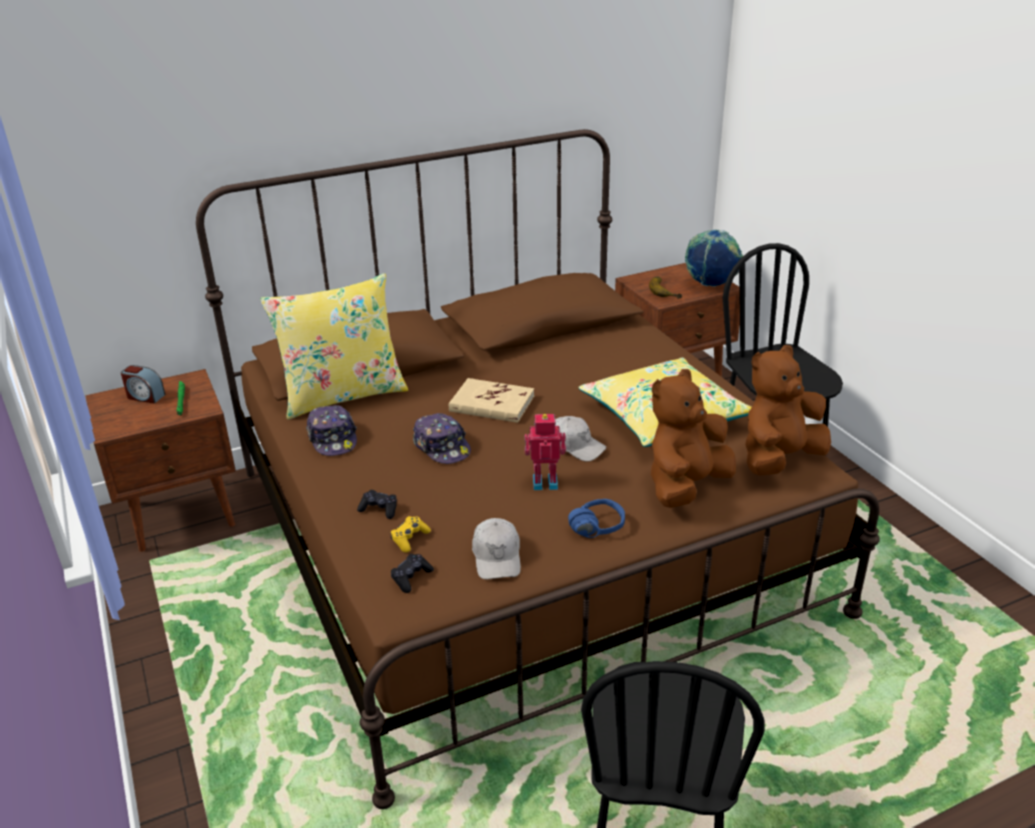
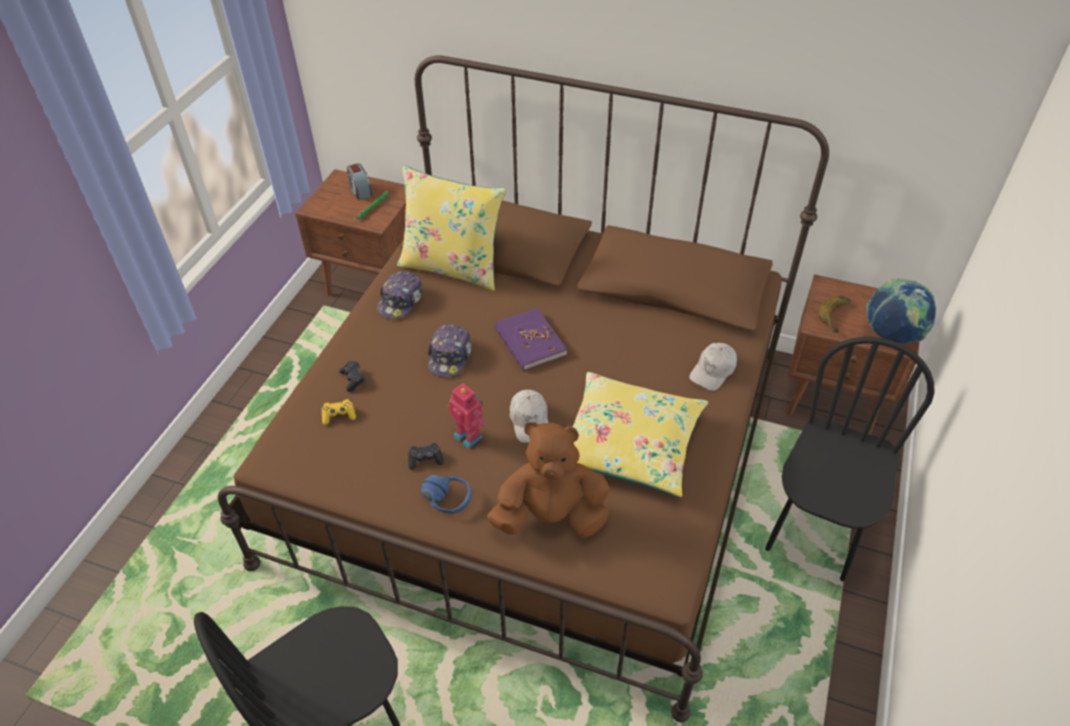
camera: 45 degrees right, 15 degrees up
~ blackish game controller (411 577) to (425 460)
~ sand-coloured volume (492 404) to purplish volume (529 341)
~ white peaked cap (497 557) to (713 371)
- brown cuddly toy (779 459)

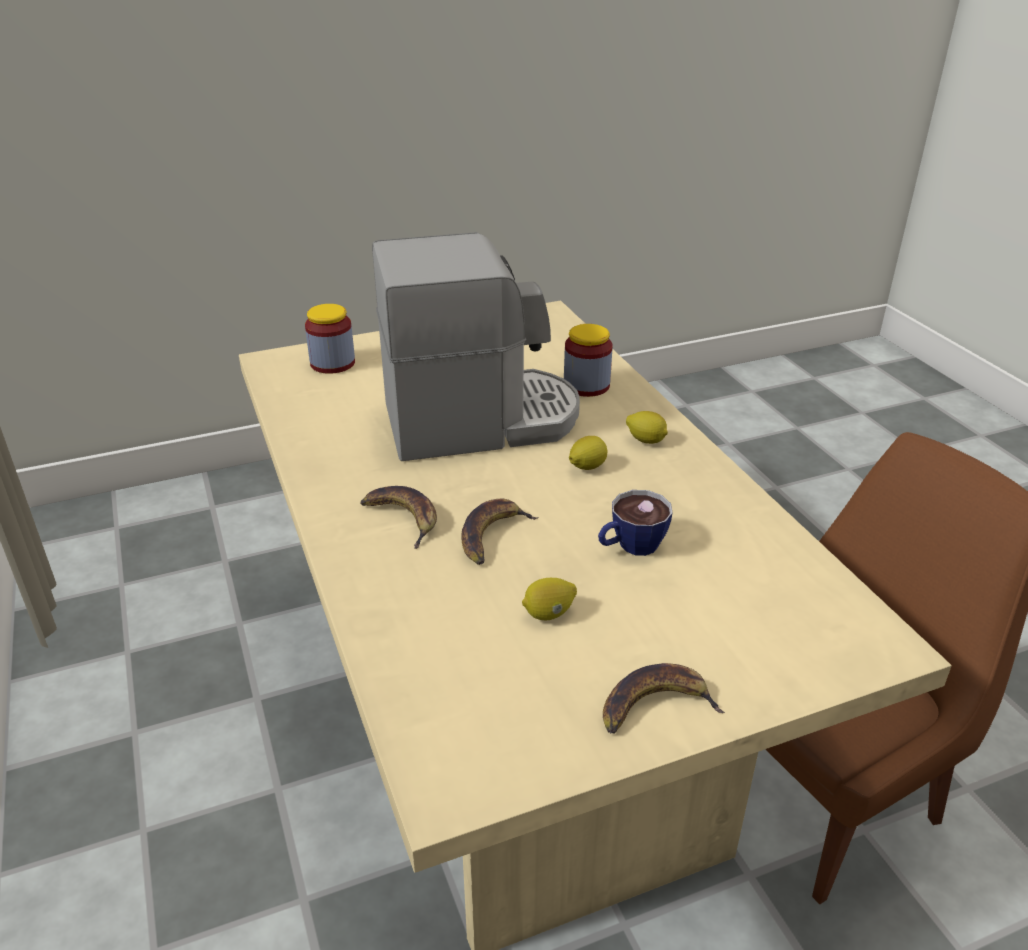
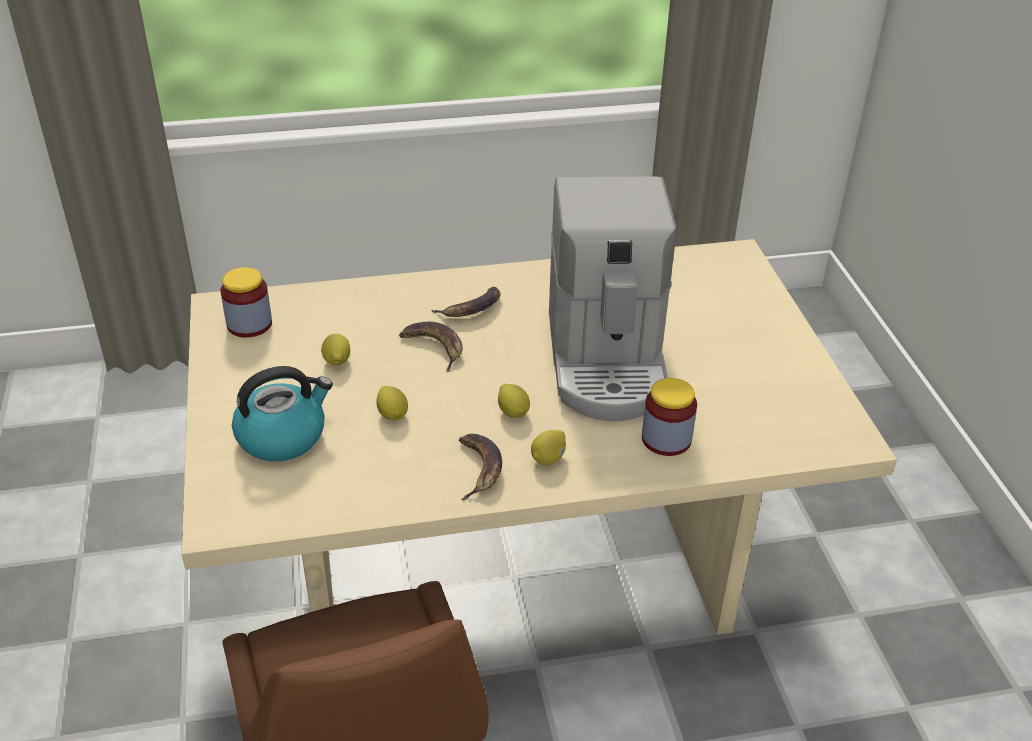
camera: 100 degrees right, 5 degrees up
~ jar (332 363) to (249 324)
~ cup (630 547) to whole lemon (392 414)
~ banana (655 705) to (479 469)
+ kettle (283 436)

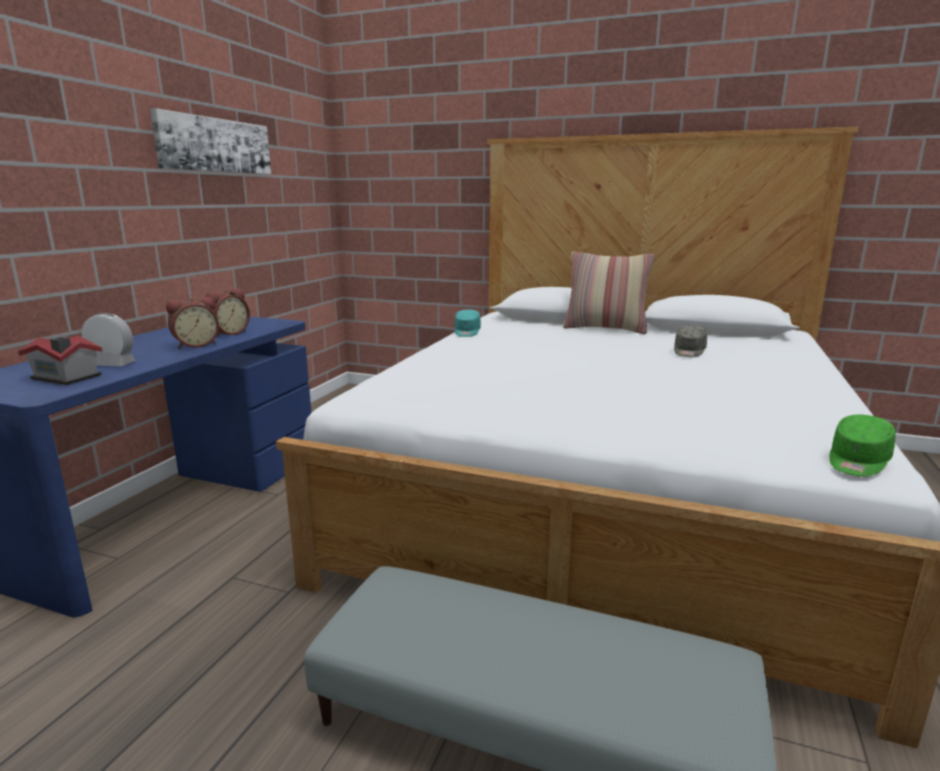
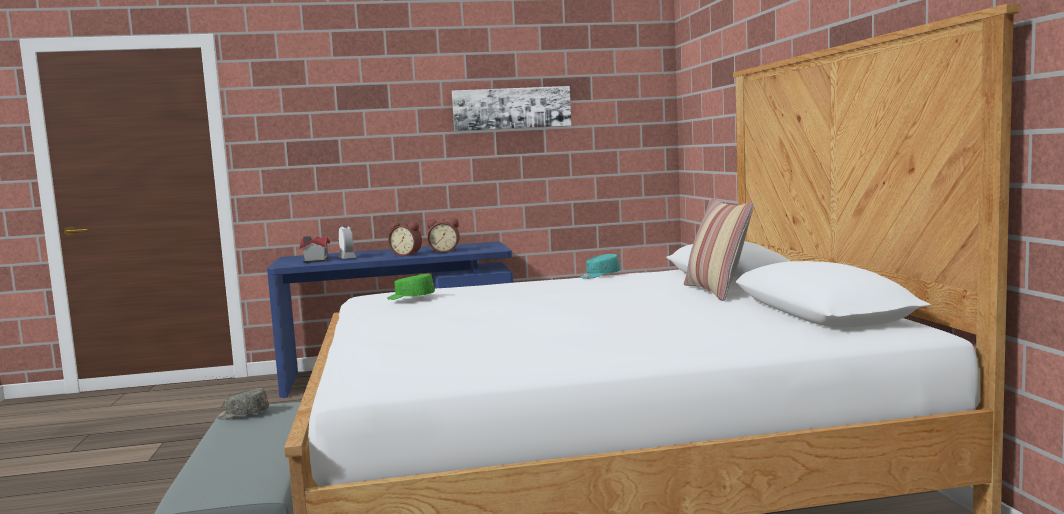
camera: 60 degrees right, 10 degrees down
~ greyish peaked cap (689 351) to (243 415)
~ green peaked cap (857 461) to (410 297)

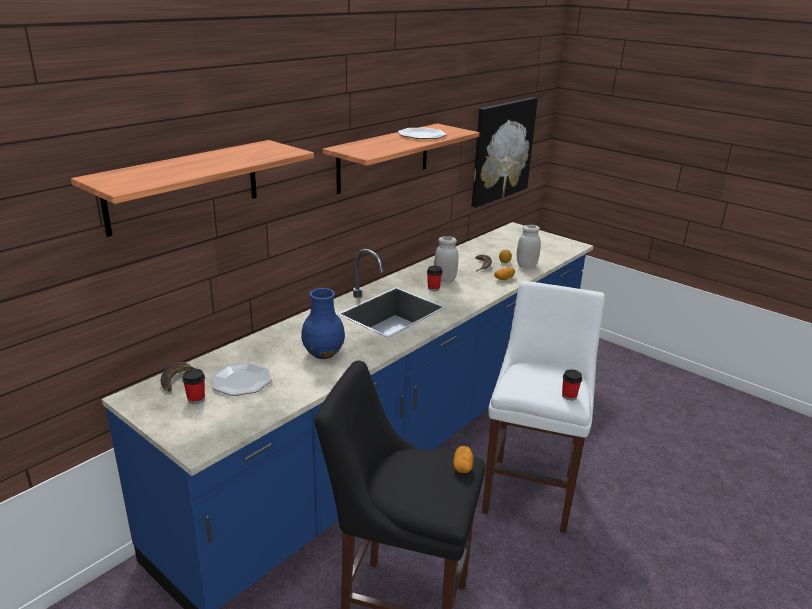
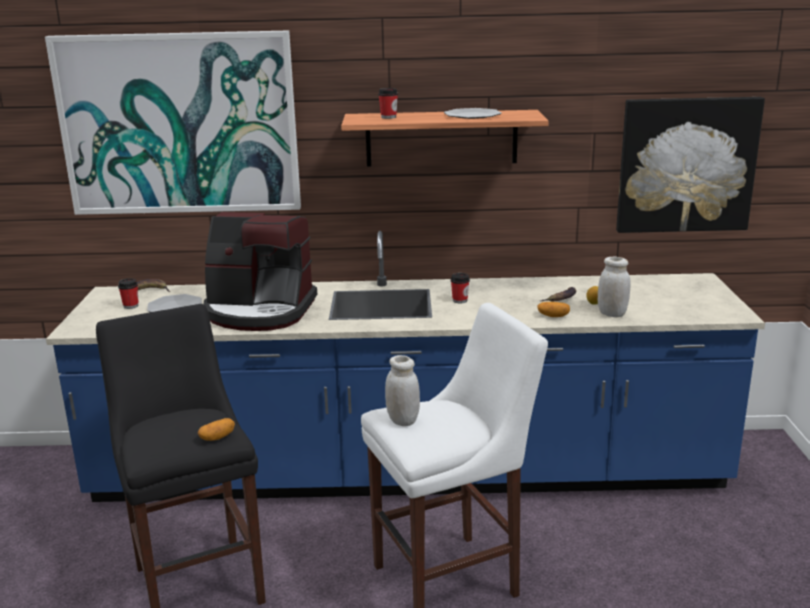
camera: 50 degrees right, 5 degrees down
~ bracket shelf (184 186) to wall art (180 124)
~ bluish decorative vase (323 353) to coffee machine (260 311)
~ white jar (445 279) to (403 420)
~ cup (569 396) to (388 117)

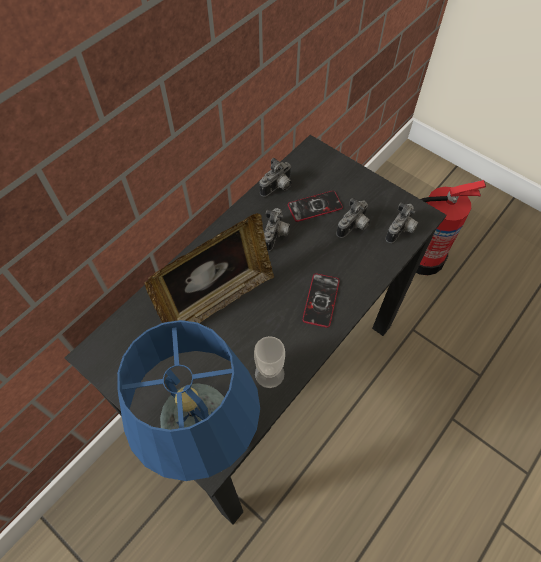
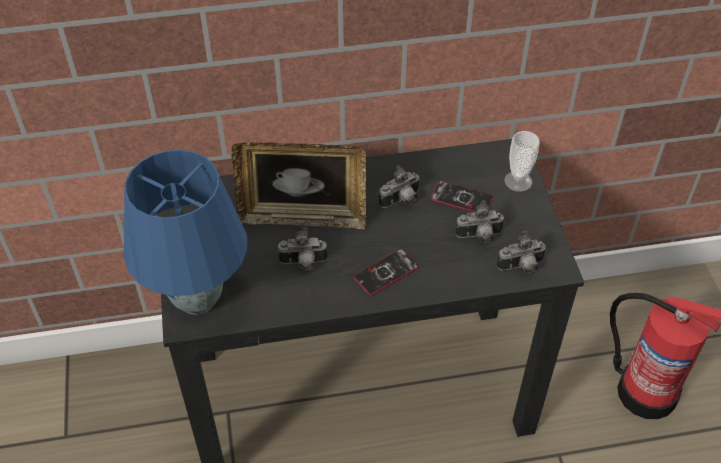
camera: 40 degrees right, 10 degrees down
~ cup (269 374) to (518 181)
~ still camera (278 188) to (303 263)

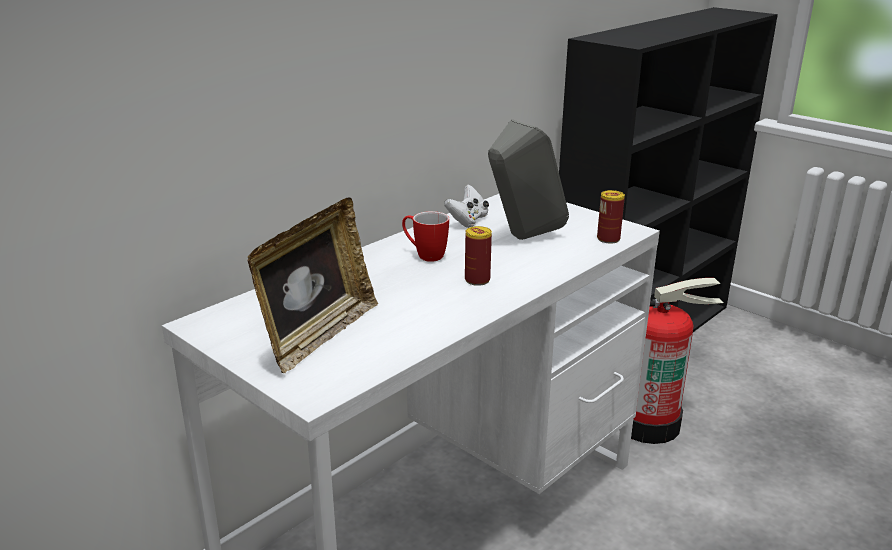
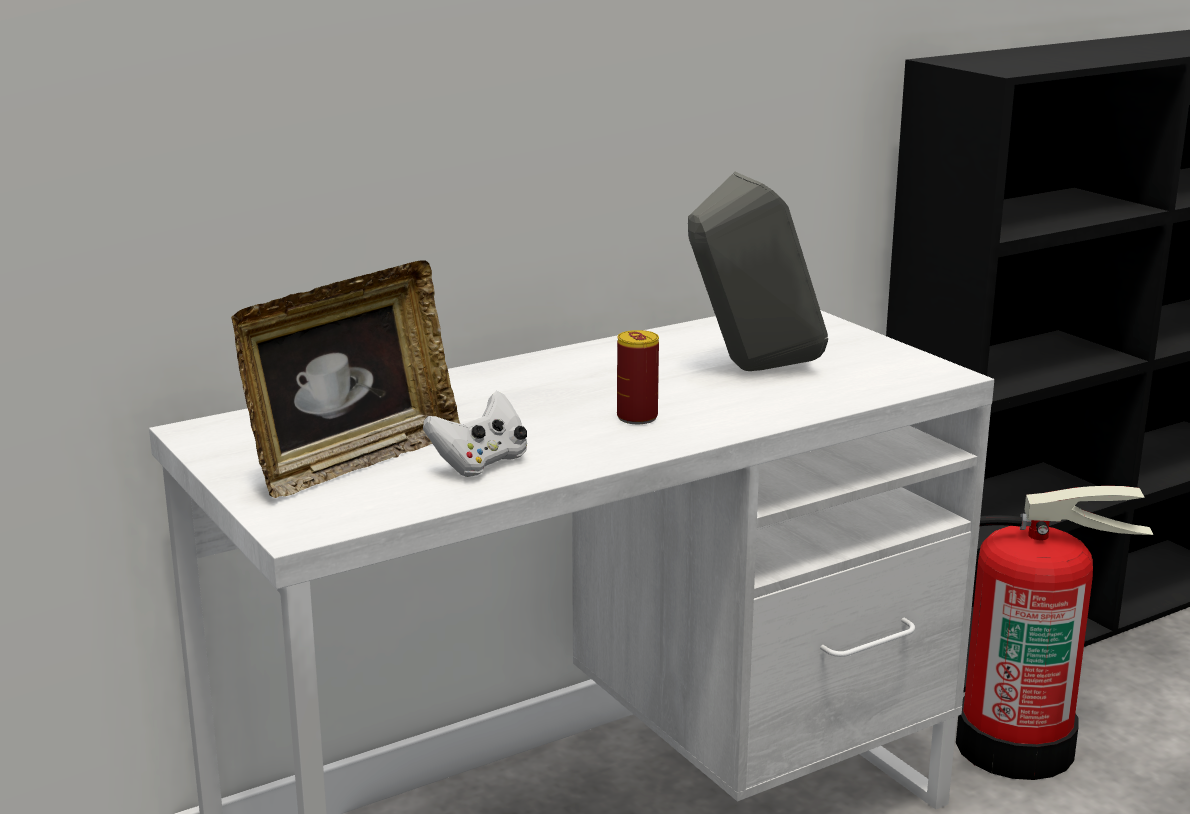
camera: 15 degrees right, 5 degrees down
- coffee mug (424 255)
~ white game controller (467 221) to (480 463)
- metal can (608 239)

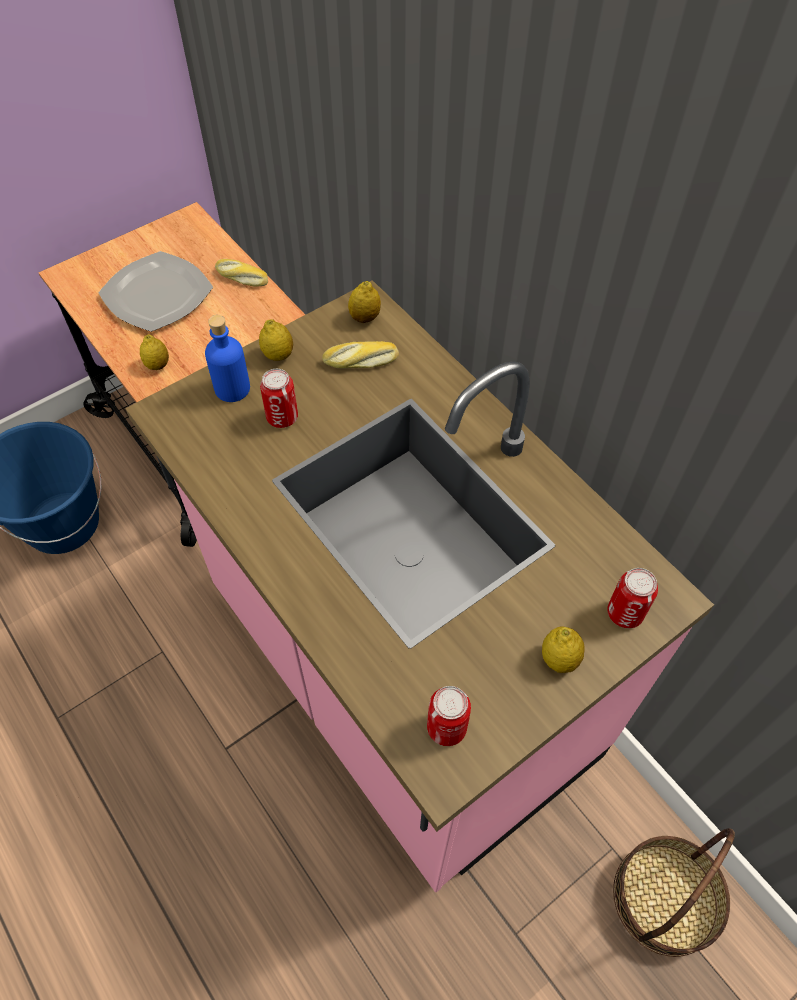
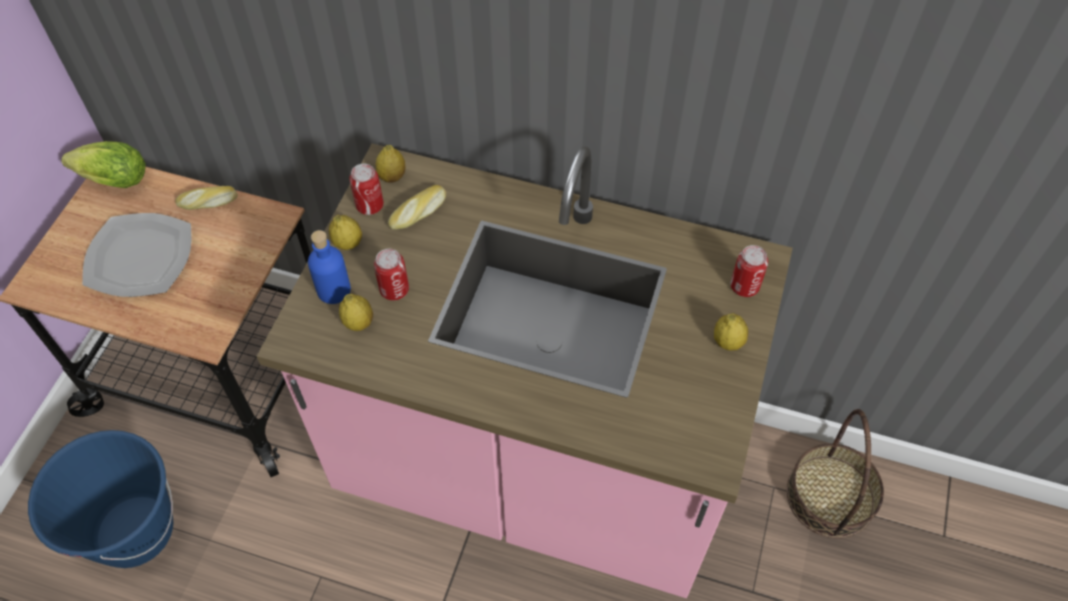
camera: 35 degrees left, 0 degrees up
~ whole lemon (157 365) to (358 323)
~ metal can (446 727) to (370 205)
+ head of lettuce (110 180)

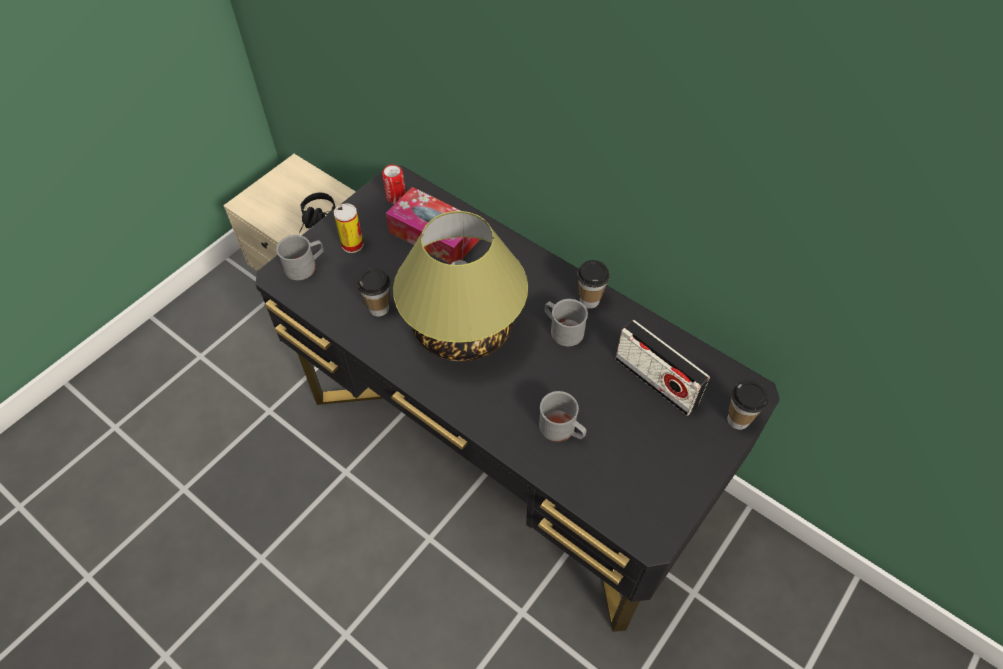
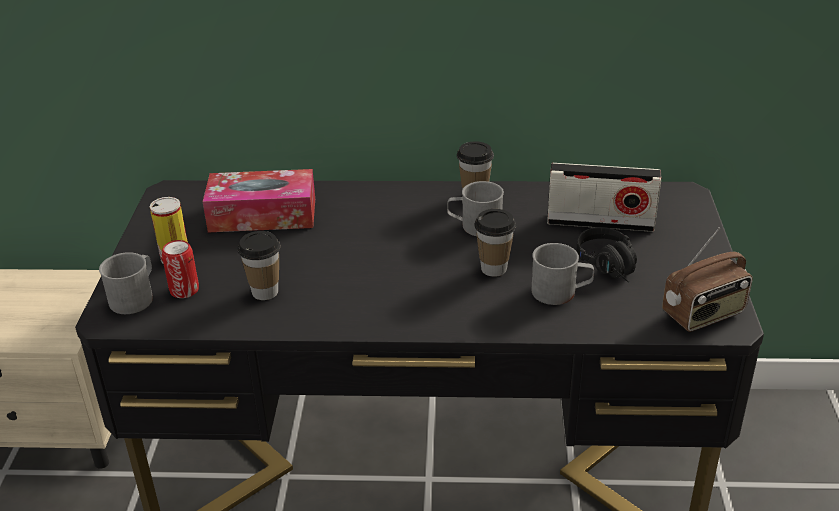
camera: 35 degrees left, 20 degrees down
~ blackish headphones (316 221) to (611 267)
~ metal can (396 197) to (184 290)
- table lamp (463 330)
~ cup (738 420) to (494 269)
+ radio (704 315)

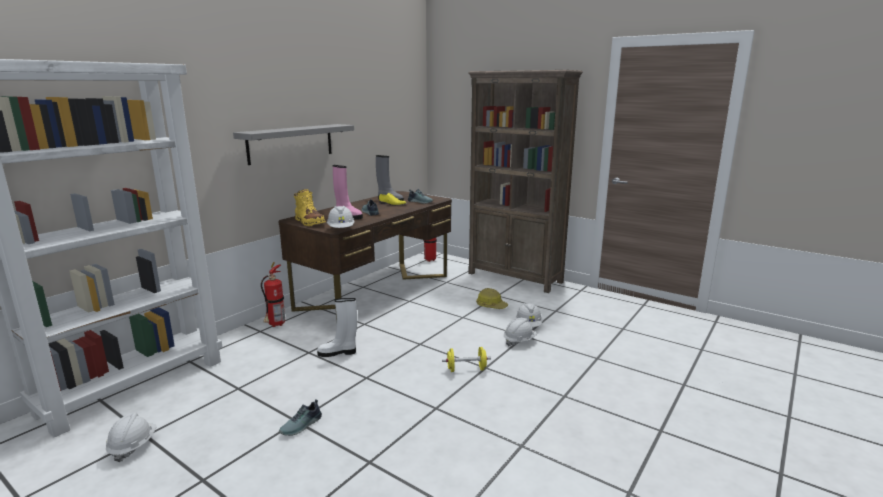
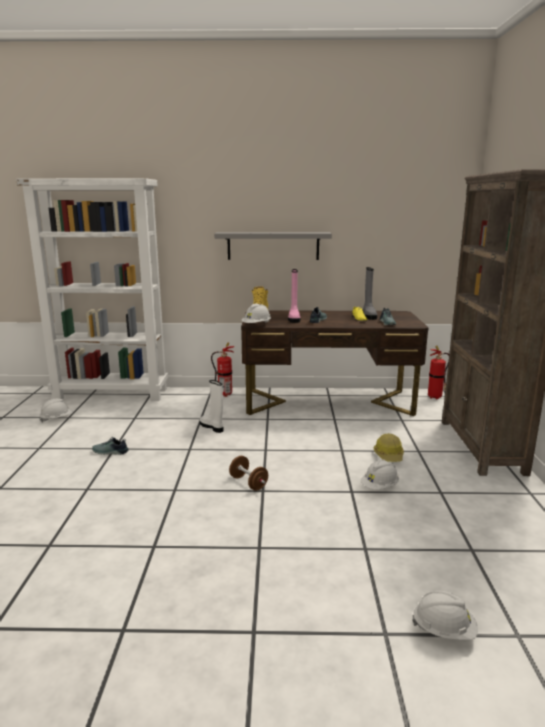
camera: 55 degrees right, 0 degrees up
~ yellowish hand weight (466 369) to brown hand weight (248 483)
~ white work helmet (519 341) to (444 630)

